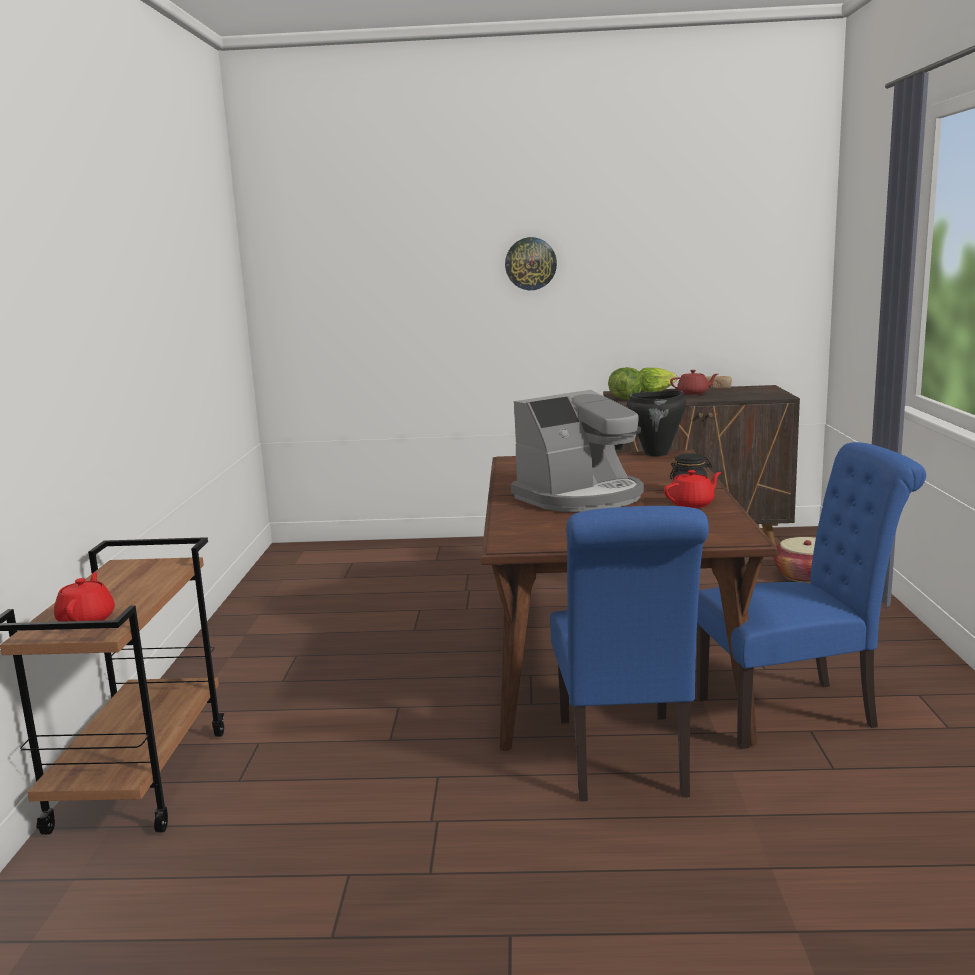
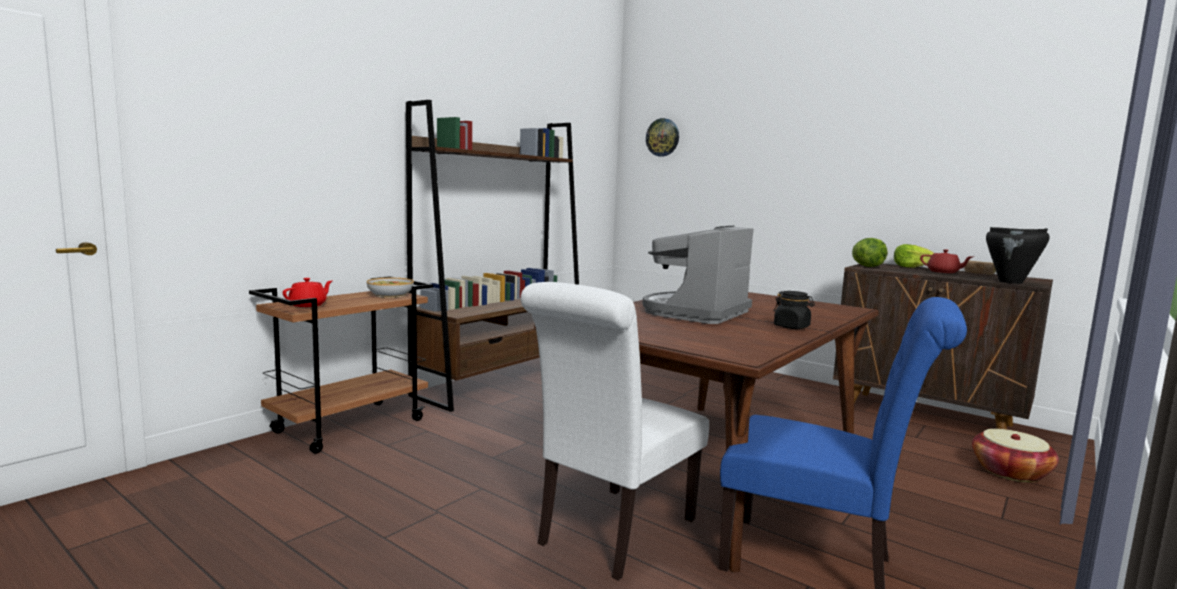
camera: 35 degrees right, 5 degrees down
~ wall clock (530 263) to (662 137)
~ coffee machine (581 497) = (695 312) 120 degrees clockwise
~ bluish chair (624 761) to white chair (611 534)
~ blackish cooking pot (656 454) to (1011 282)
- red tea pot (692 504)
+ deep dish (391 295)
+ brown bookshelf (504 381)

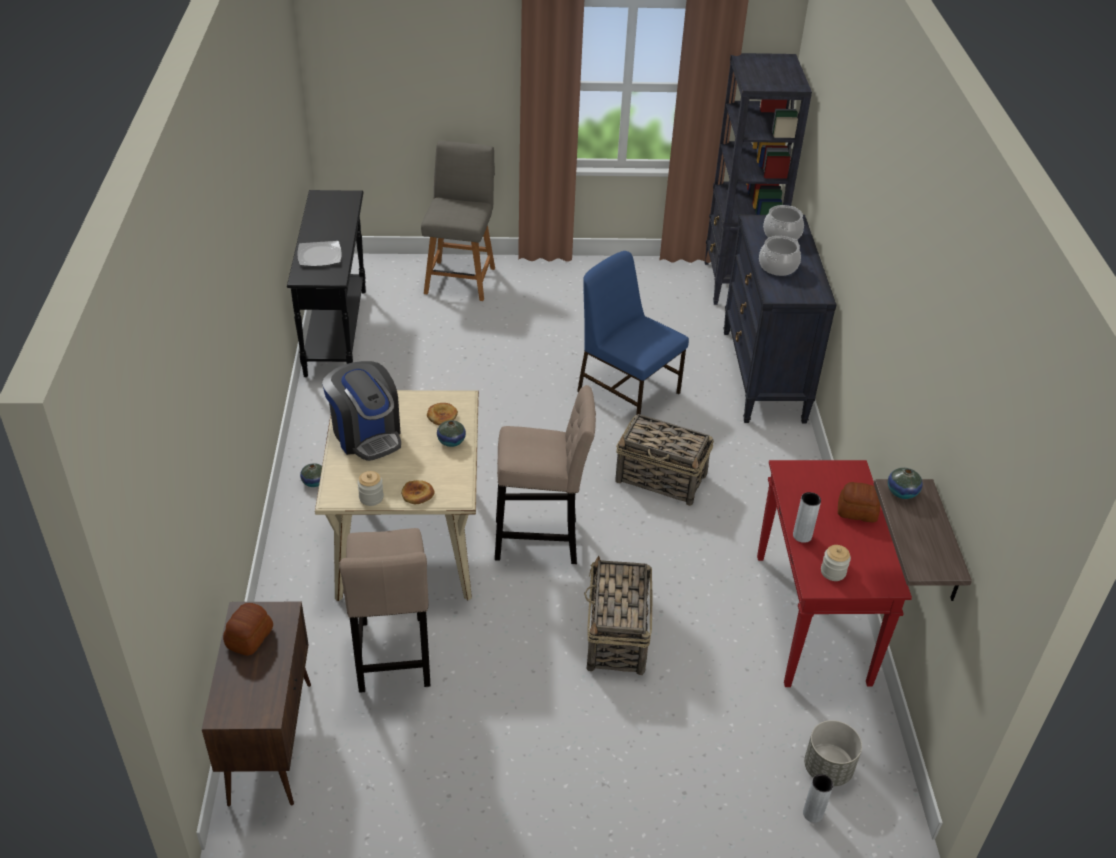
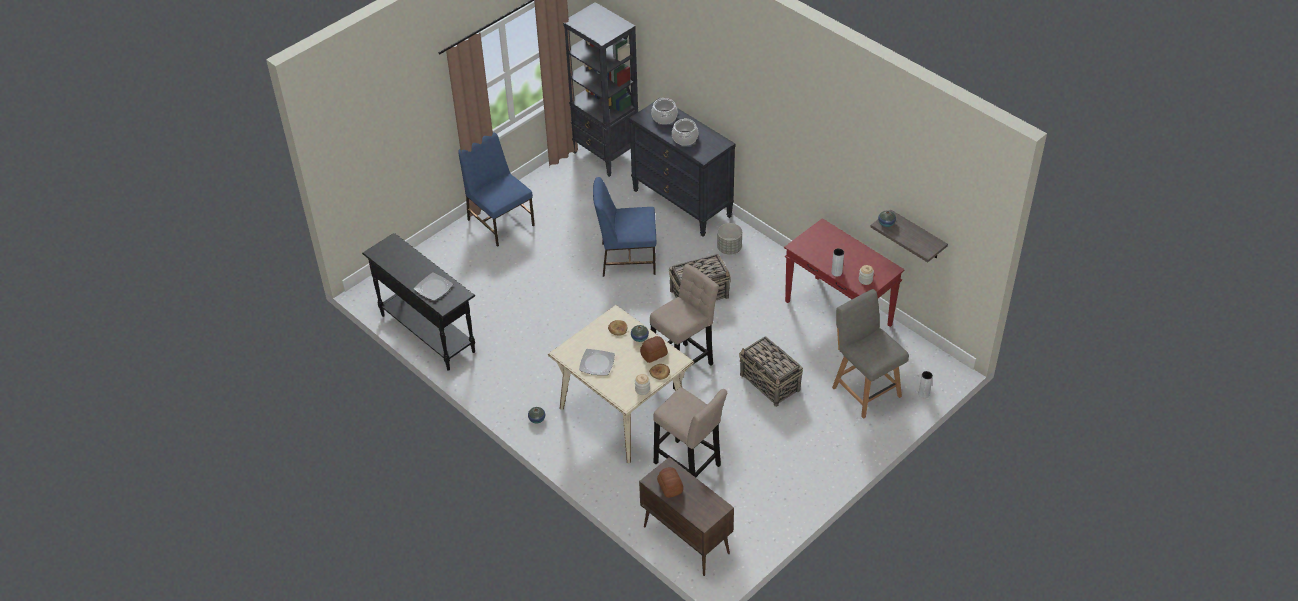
camera: 40 degrees left, 5 degrees up
~ coffee machine (366 434) to dinner plate (596 363)
~ greyish chair (460 279) to (865 390)
~ greyish flower pot (827 769) to (729 248)
~ bakery bread (856 511) to (653 354)
+ bluish chair (500 221)

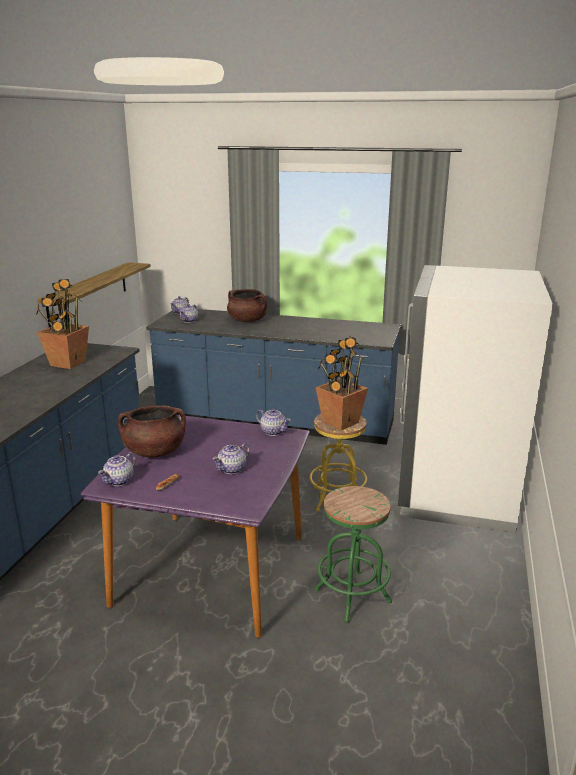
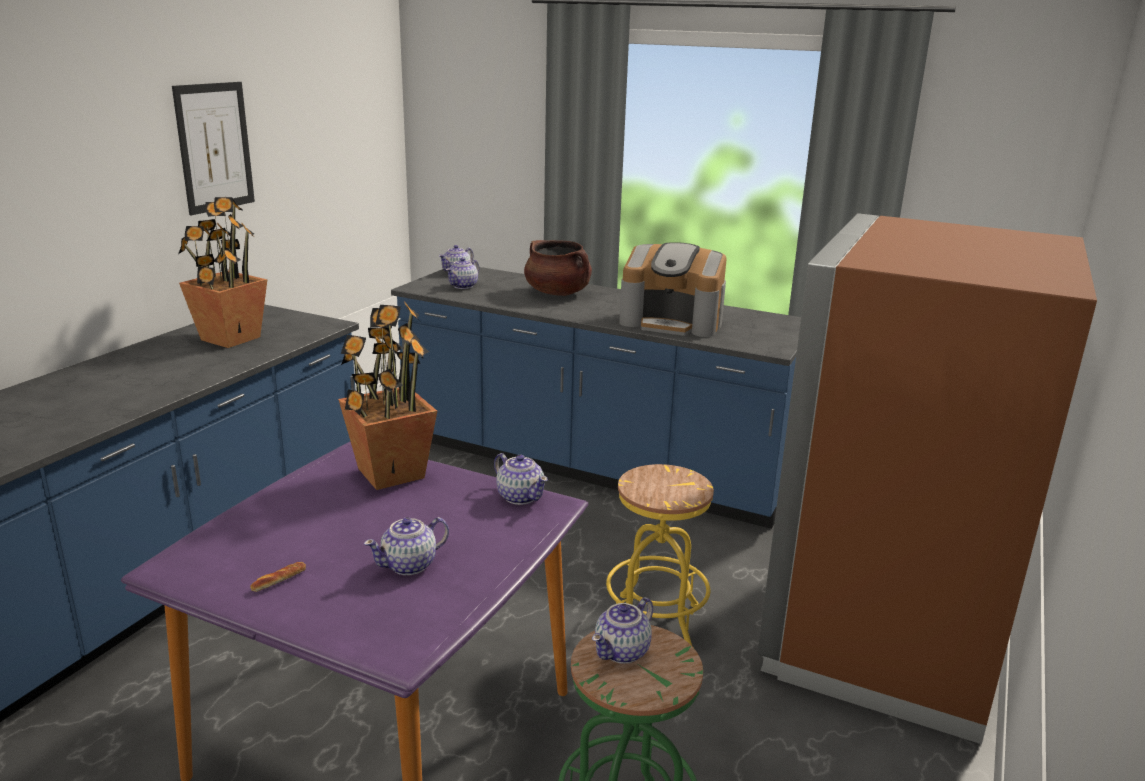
camera: 10 degrees right, 0 degrees up
- bracket shelf (88 293)
~ tea pot (119 481) to (622 652)
- brown cooking pot (155 452)
~ potted plant (340 422) to (390 473)
~ white kitchen fridge (456 491) to brown kitchen fridge (880 636)
+ wall art (214 147)
+ coffee machine (672 322)

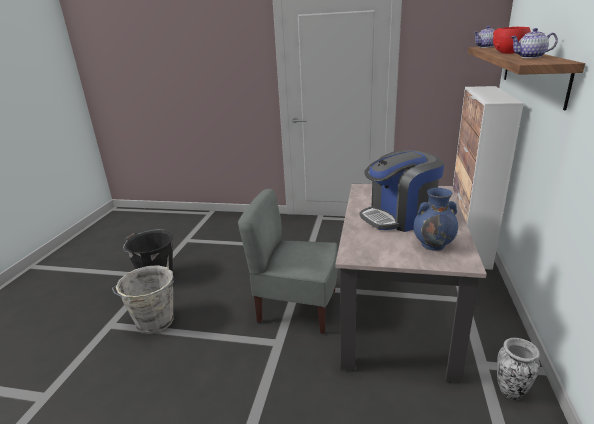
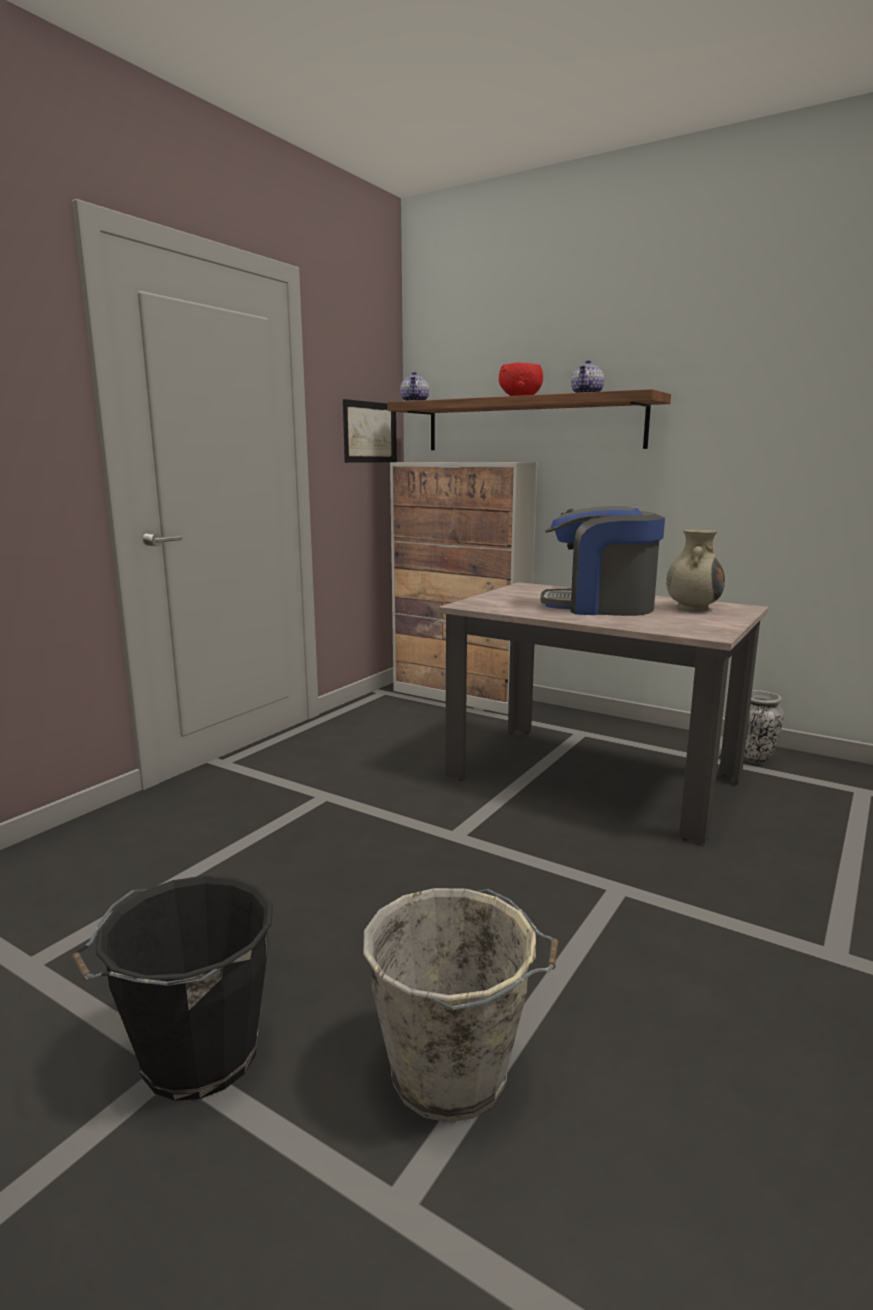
camera: 70 degrees left, 10 degrees down
- greyish chair (297 307)
~ coffee machine (399 217) = (600 607) 105 degrees clockwise
~ bluish decorative vase (433 244) to sand-coloured decorative vase (692 608)
+ wall art (370 432)

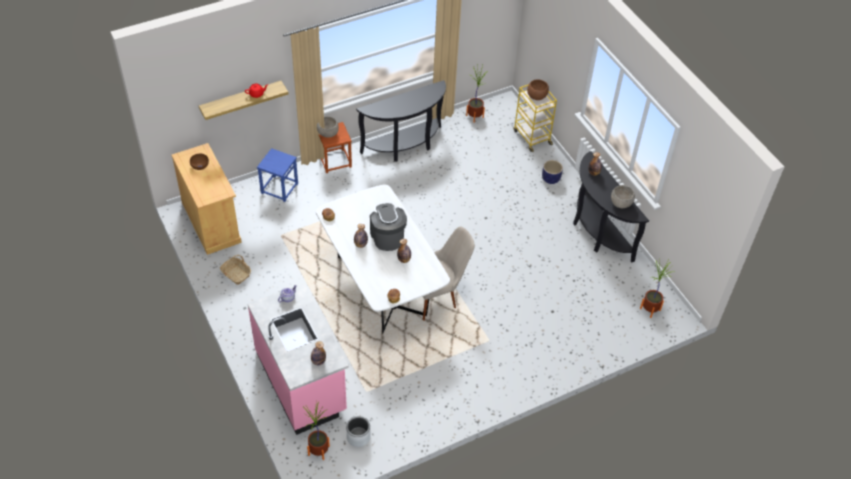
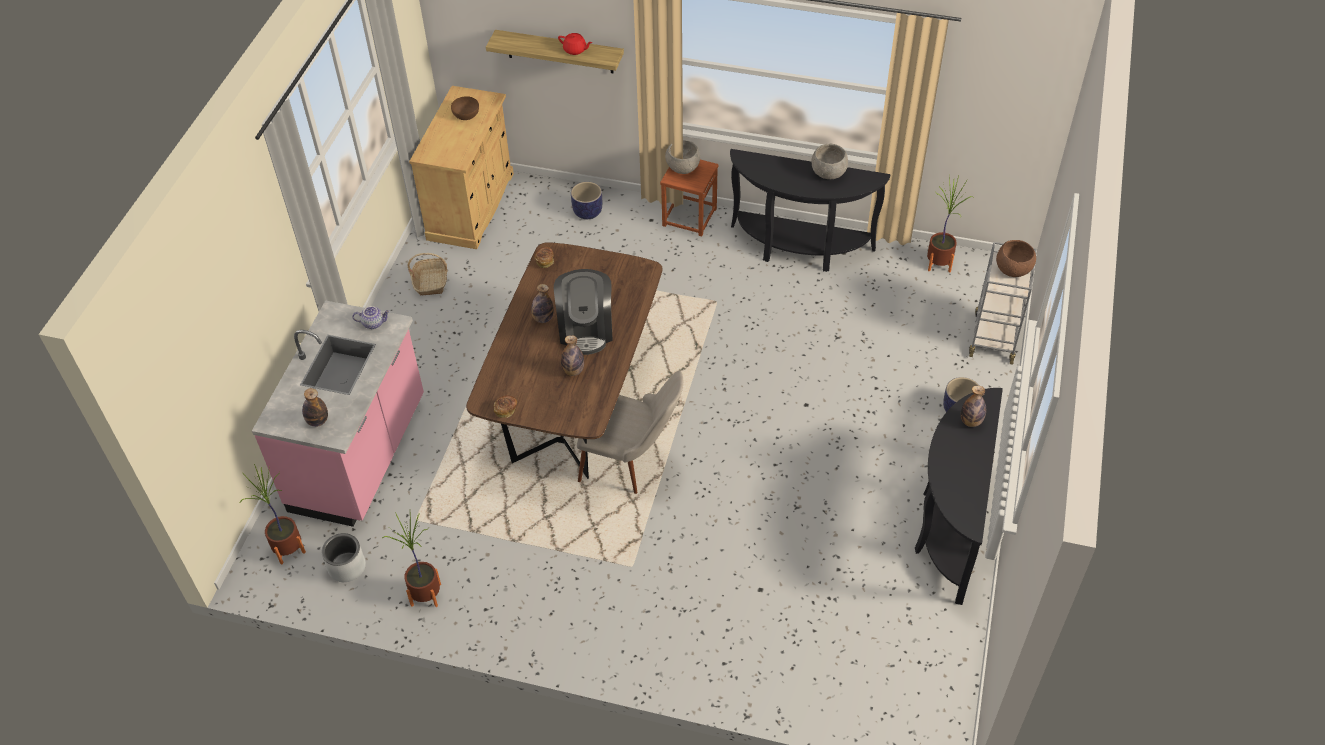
camera: 45 degrees right, 0 degrees up
~ bluish stool seat (279 188) to flower pot (588 212)
~ white dinner table (381 286) to brown dinner table (576 404)
~ coffee machine (387 237) = (586 329) 150 degrees clockwise
~ yellowish wheeled cart (531 137) to greyish wheeled cart (993 337)
~ greyish deep dish (620 203) to (828 173)
~ potted plant (650 309) to (425 595)

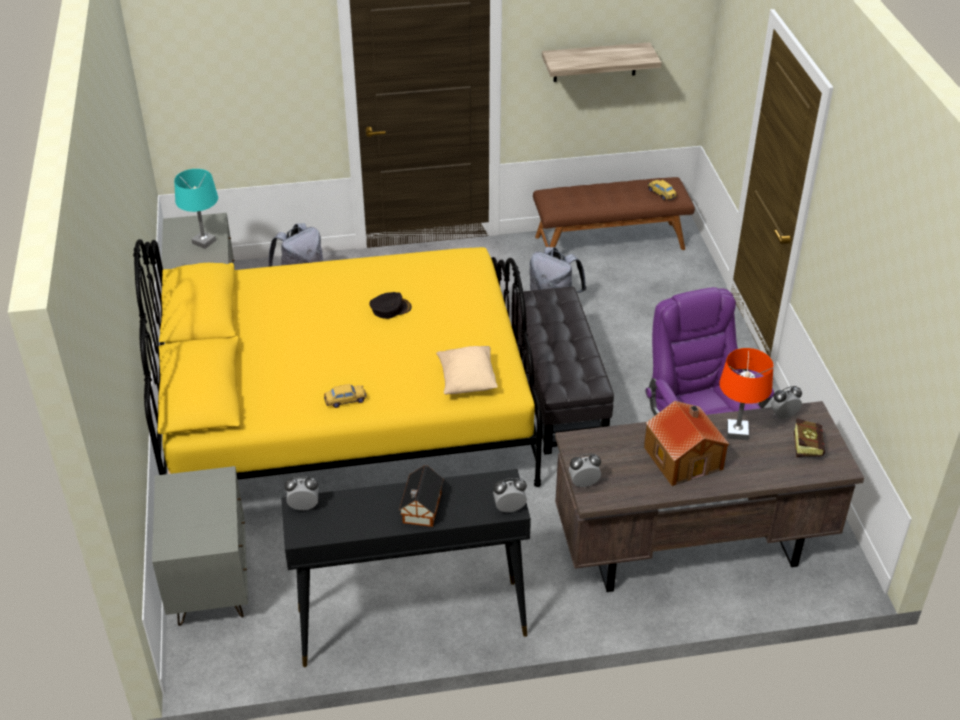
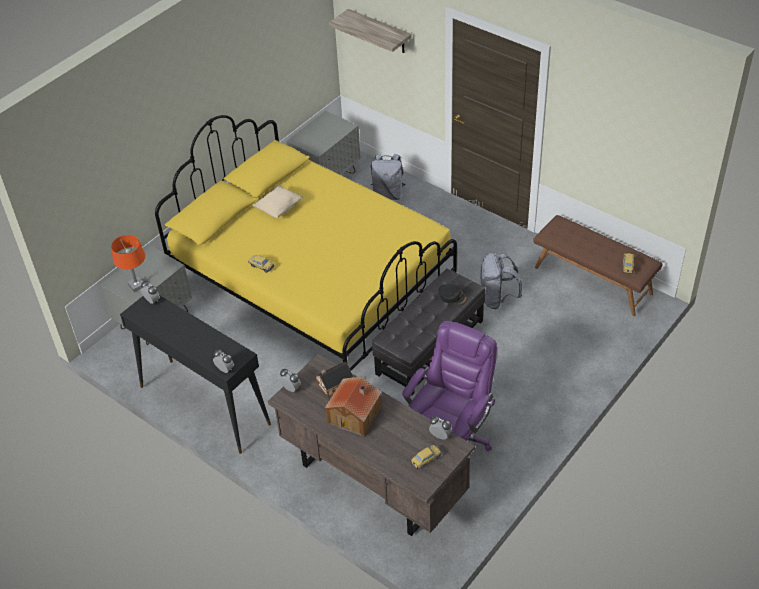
camera: 50 degrees right, 5 degrees up
- blue-green table lamp (204 242)
~ blackish peaked cap (390 308) to (453 296)
~ model house (421 509) to (333 385)
~ sand-coloured throw pillow (467 381) to (278 208)
~ bracket shelf (595 62) to (379 31)
~ orange-coloured table lamp (737 432) to (136 286)
~ volume (806 444) to toy car (426 460)

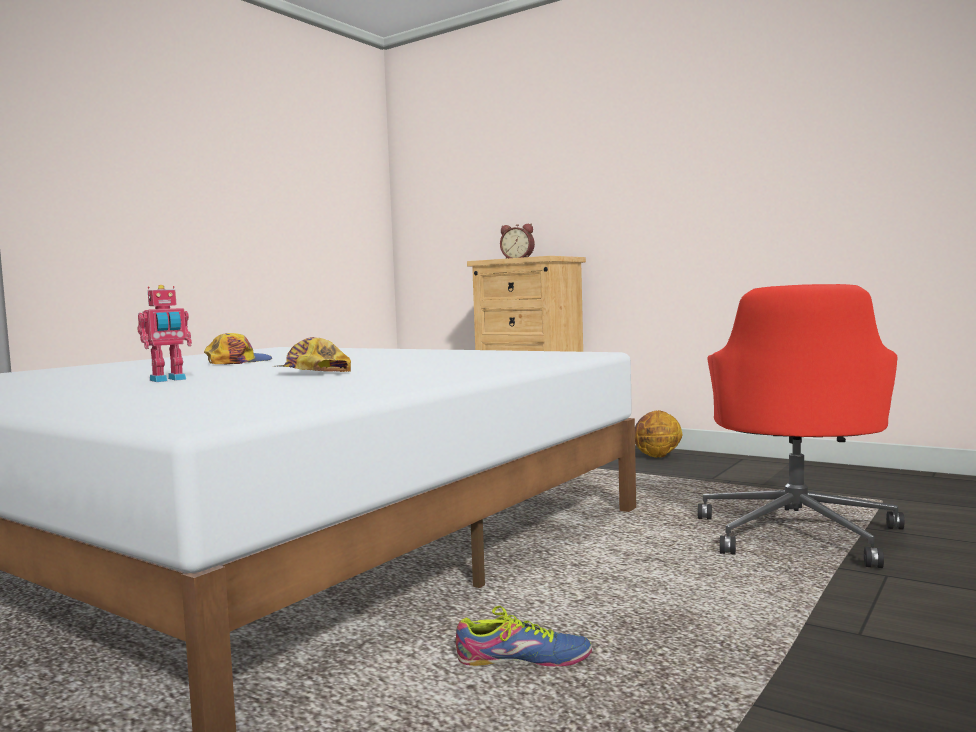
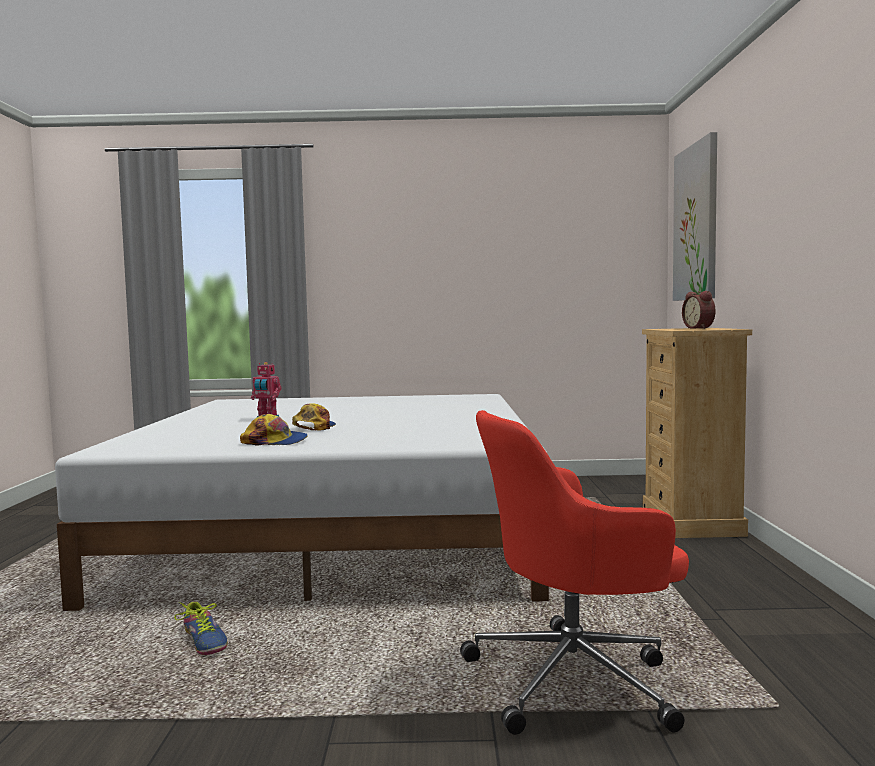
camera: 55 degrees right, 0 degrees up
~ peaked cap (238 362) to (275 441)
- basketball ball (657 457)
+ wall art (696 223)

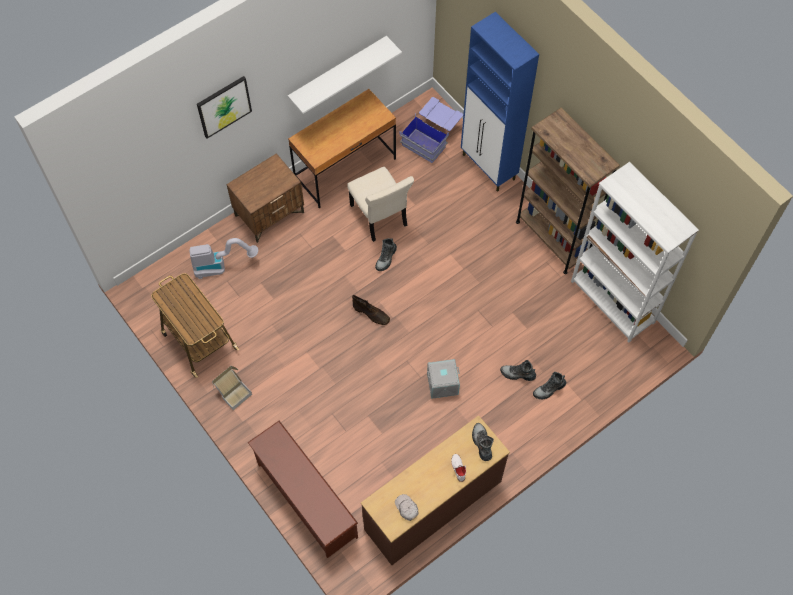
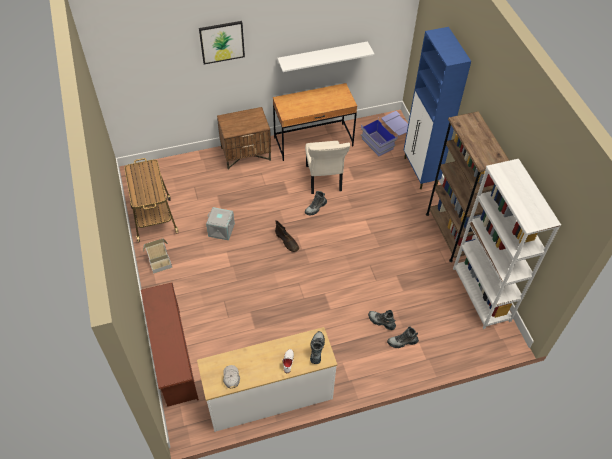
camera: 20 degrees right, 10 degrees down
- vacuum (221 266)
~ brown chest of drawers (433 506) to white chest of drawers (269 397)
~ greyish storage bin (442 384) to (221 230)

